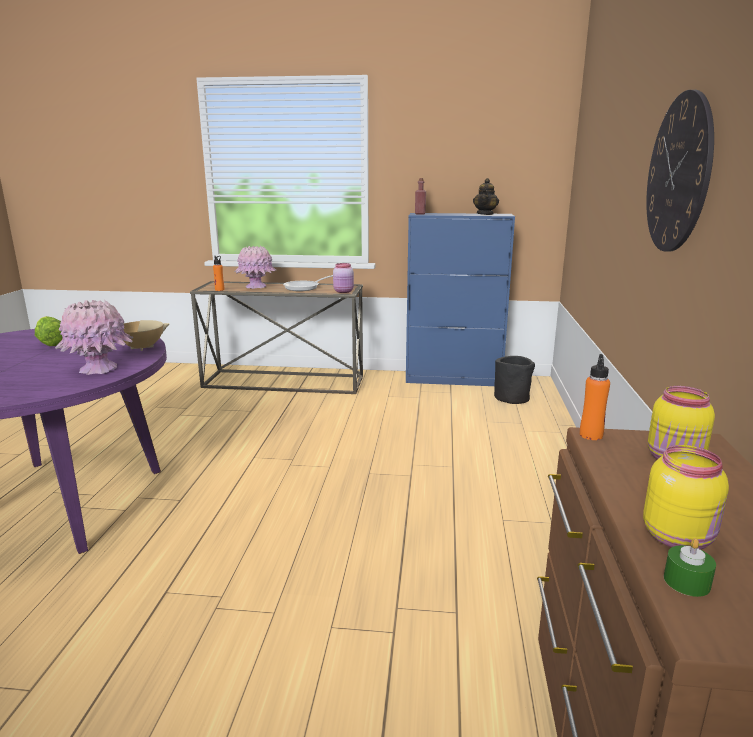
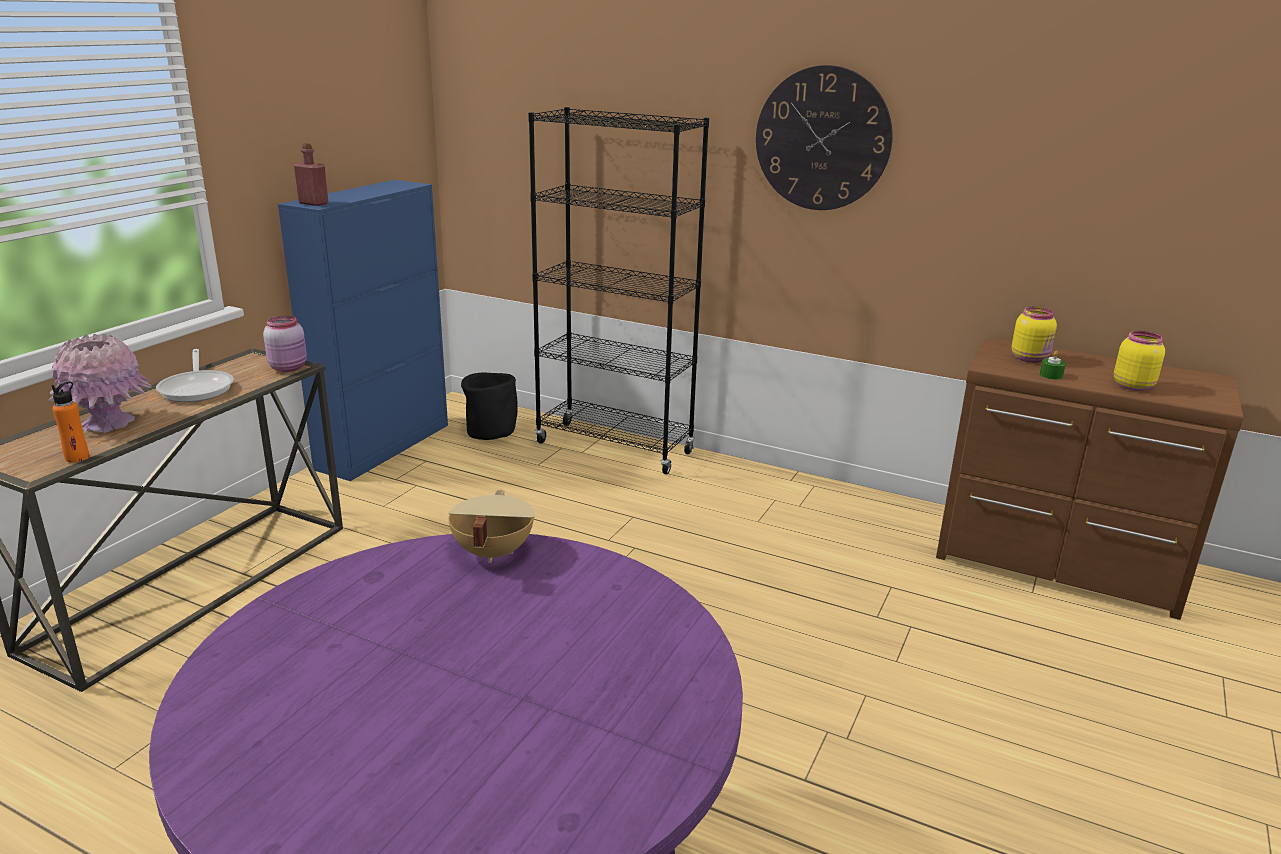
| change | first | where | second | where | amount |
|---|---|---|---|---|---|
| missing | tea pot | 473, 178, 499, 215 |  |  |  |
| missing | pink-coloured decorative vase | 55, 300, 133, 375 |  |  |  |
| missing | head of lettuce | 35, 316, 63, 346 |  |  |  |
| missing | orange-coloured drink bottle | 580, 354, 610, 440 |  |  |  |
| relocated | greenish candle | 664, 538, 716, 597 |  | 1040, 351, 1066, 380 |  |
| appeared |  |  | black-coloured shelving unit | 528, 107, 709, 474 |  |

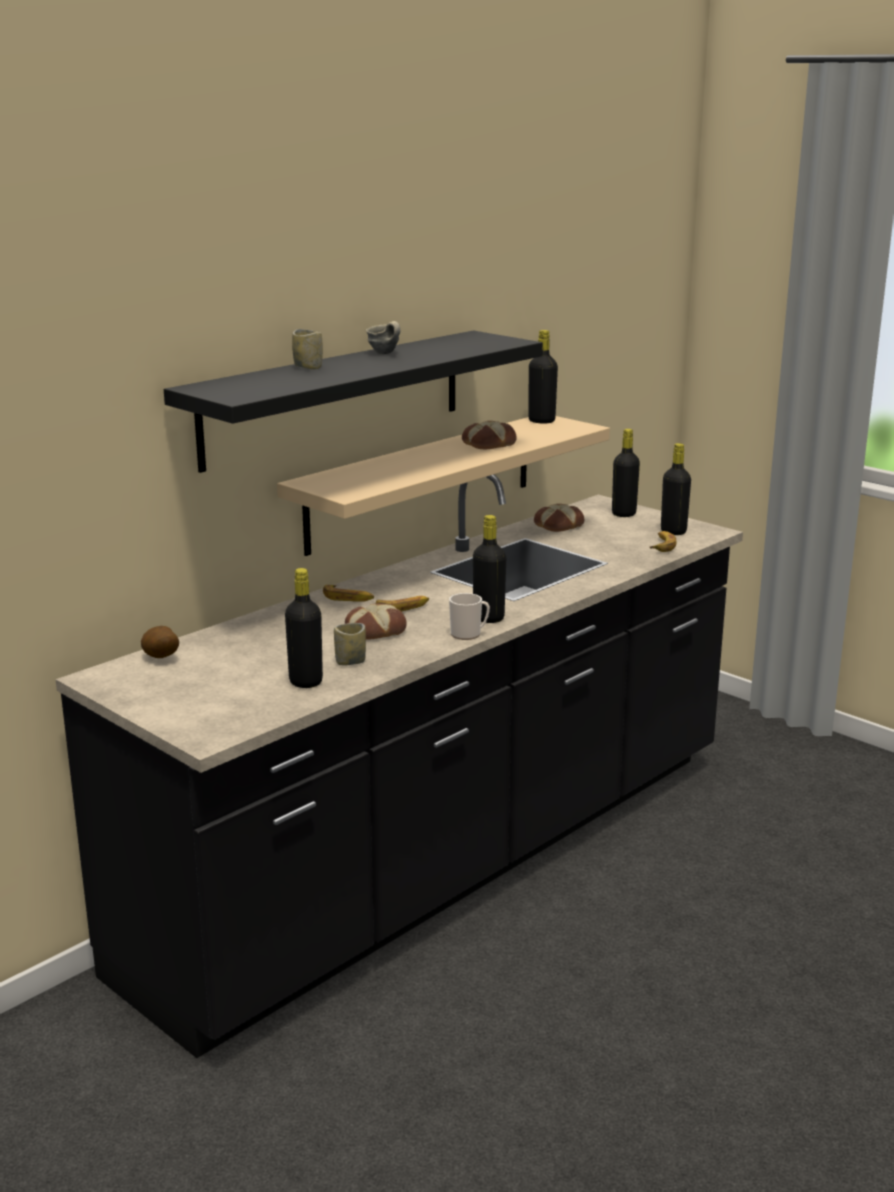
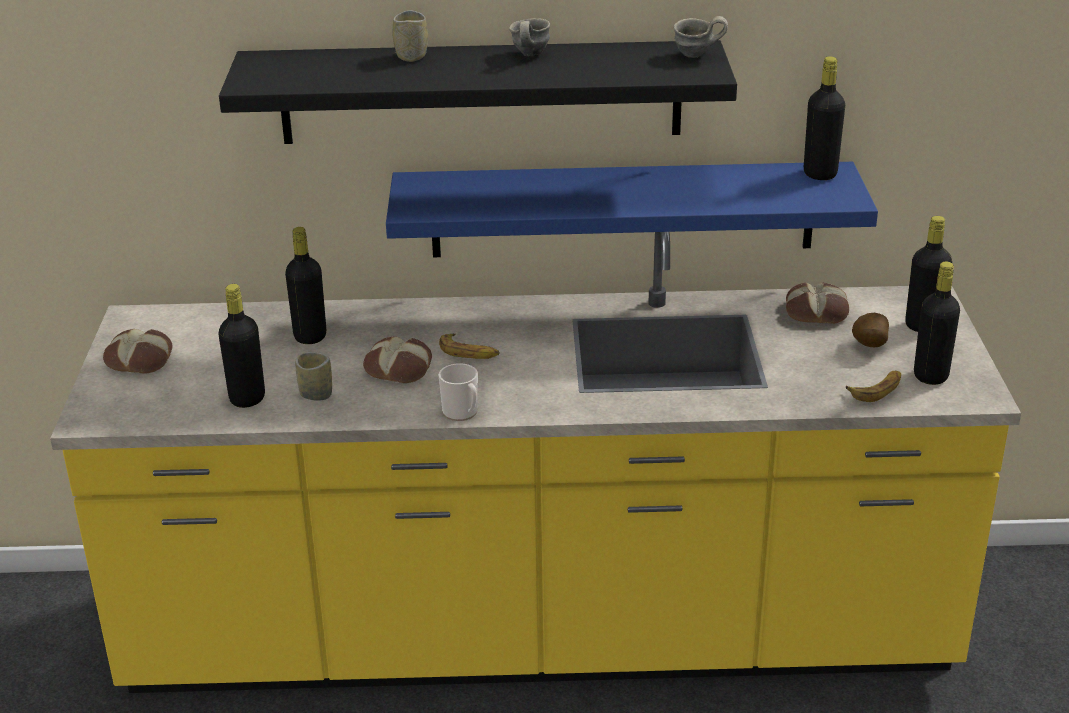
| change | first | where | second | where | amount |
|---|---|---|---|---|---|
| colour | sand-coloured wall shelf | 277, 416, 610, 556 | blue-coloured wall shelf | 386, 162, 878, 257 |  |
| relocated | baked bread | 462, 421, 517, 450 |  | 103, 329, 173, 374 |  |
| colour | black-coloured kitchen counter | 56, 475, 743, 1058 | yellow kitchen counter | 50, 232, 1021, 693 |  |
| relocated | black-coloured drink bottle | 473, 515, 506, 623 |  | 285, 227, 326, 344 |  |
| missing | whole banana | 323, 585, 374, 602 |  |  |  |
| relocated | spud | 141, 626, 179, 658 |  | 852, 313, 889, 347 |  |
| appeared |  |  | gray coffee mug | 673, 16, 728, 58 |  |

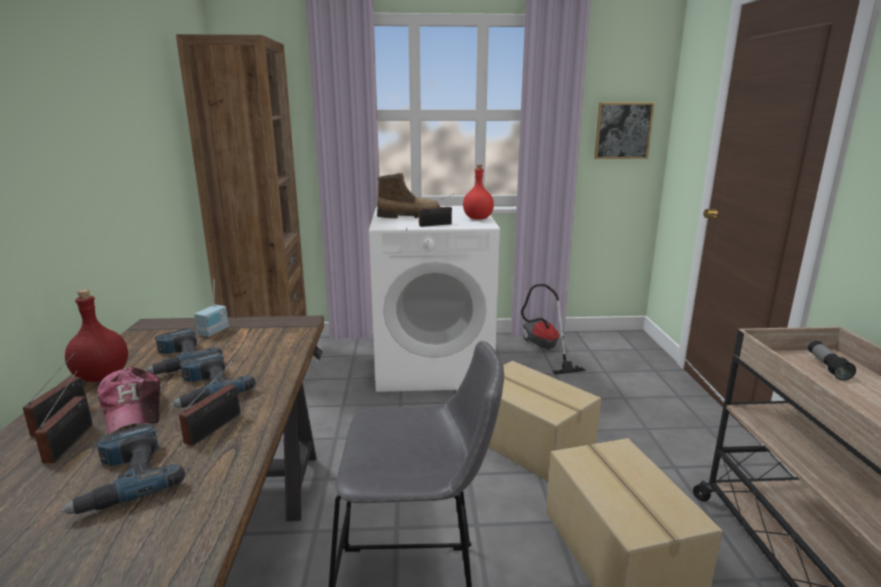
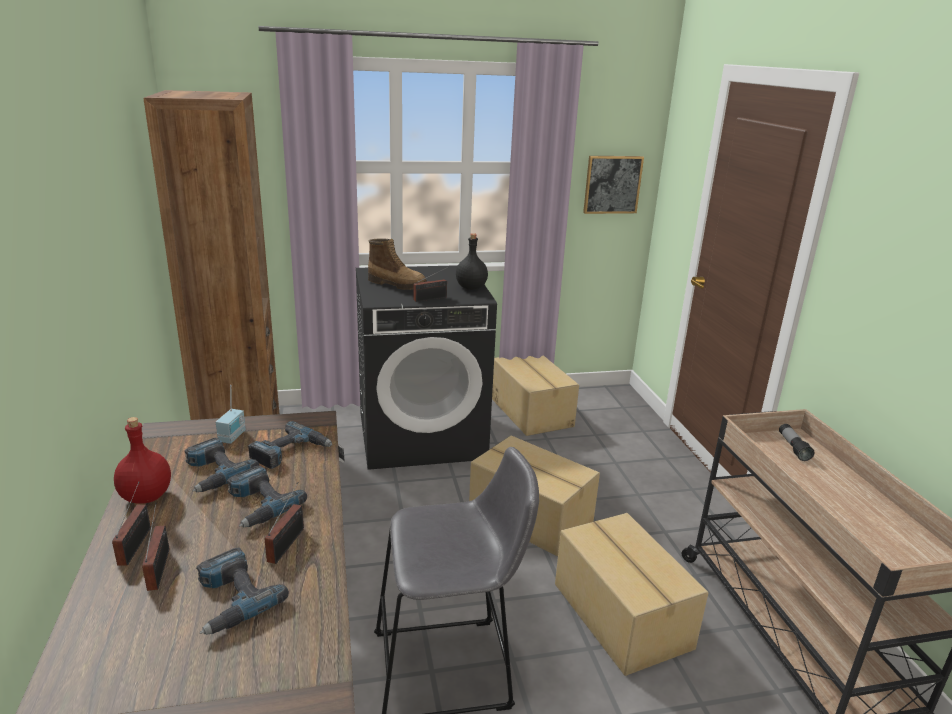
| change | first | where | second | where | amount |
|---|---|---|---|---|---|
| colour | red drink bottle | 463, 165, 494, 220 | black-coloured drink bottle | 456, 233, 488, 290 |  |
| spun | tall boot | 377, 173, 440, 218 |  | 368, 239, 427, 290 | 45 degrees clockwise |
| colour | white laundry appliance | 369, 206, 500, 392 | black-coloured laundry appliance | 356, 265, 497, 470 |  |
| exchanged | hoover | 521, 284, 586, 375 | cardboard box | 492, 355, 579, 436 |  |
| missing | peaked cap | 97, 367, 160, 434 |  |  |  |
| appeared |  |  | drill | 248, 421, 333, 469 |  |

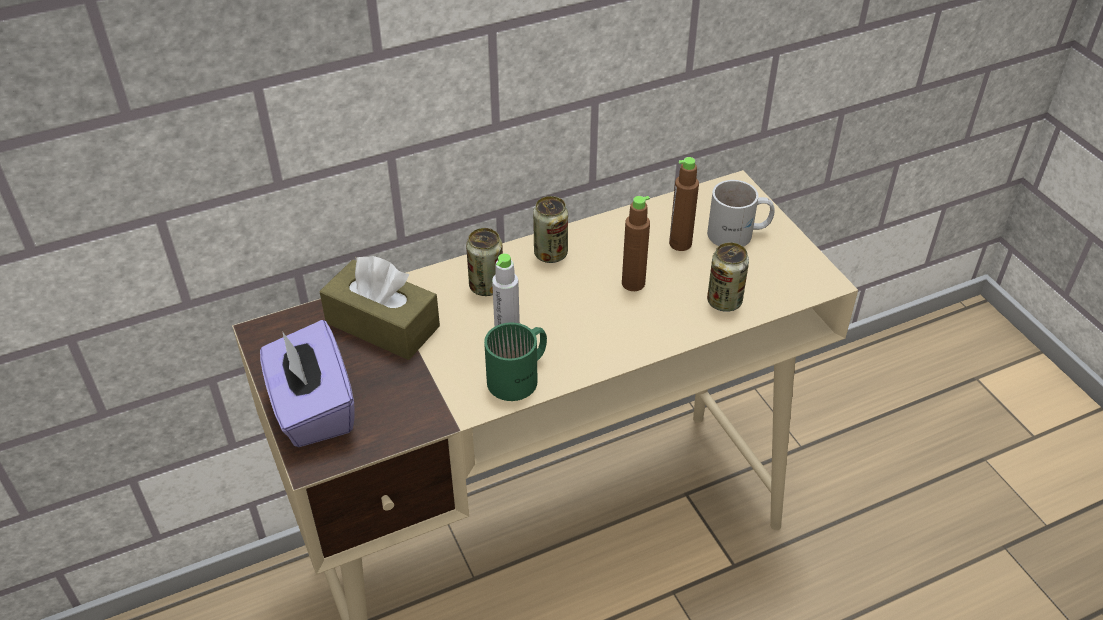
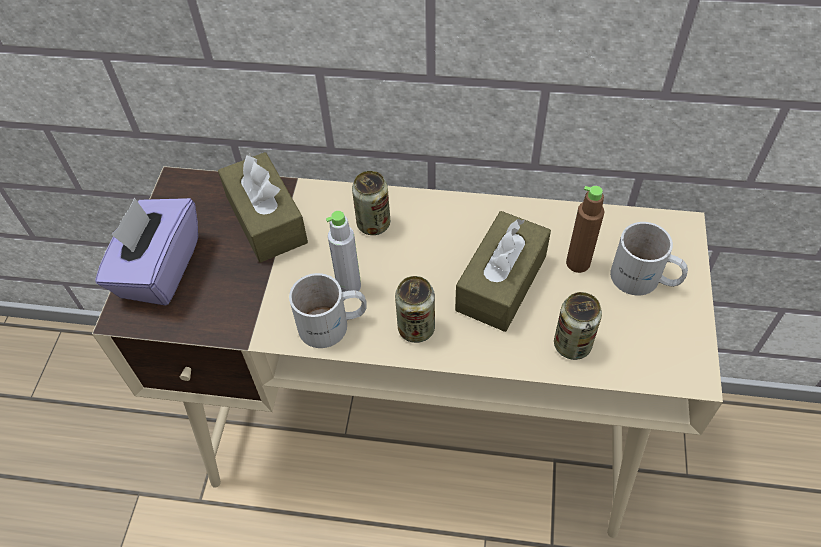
| change | first | where | second | where | amount |
|---|---|---|---|---|---|
| relocated | sealed can | 533, 196, 568, 263 |  | 395, 276, 435, 343 |  |
| exchanged | brown-coloured drink bottle | 622, 196, 650, 291 | brown-coloured box of tissues | 455, 211, 551, 332 |  |
| colour | greenish coffee mug | 484, 322, 547, 401 | white coffee mug | 289, 273, 367, 348 |  |

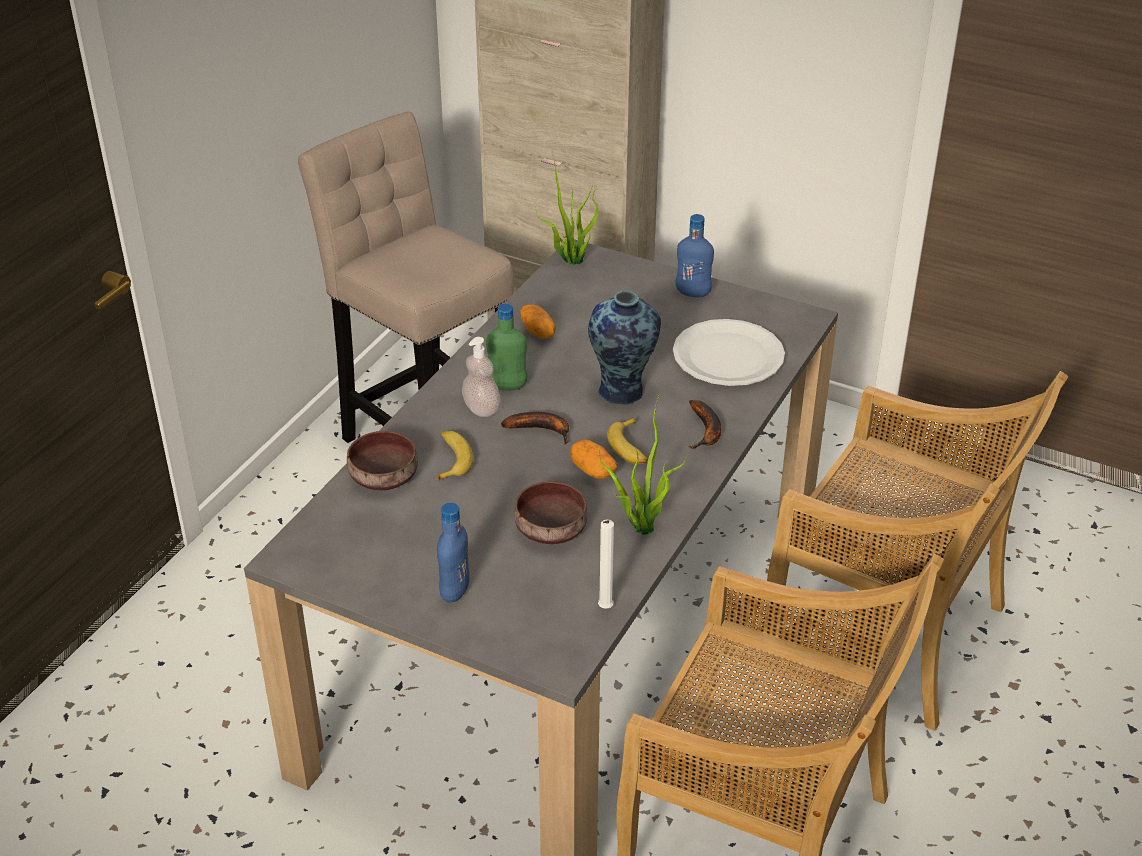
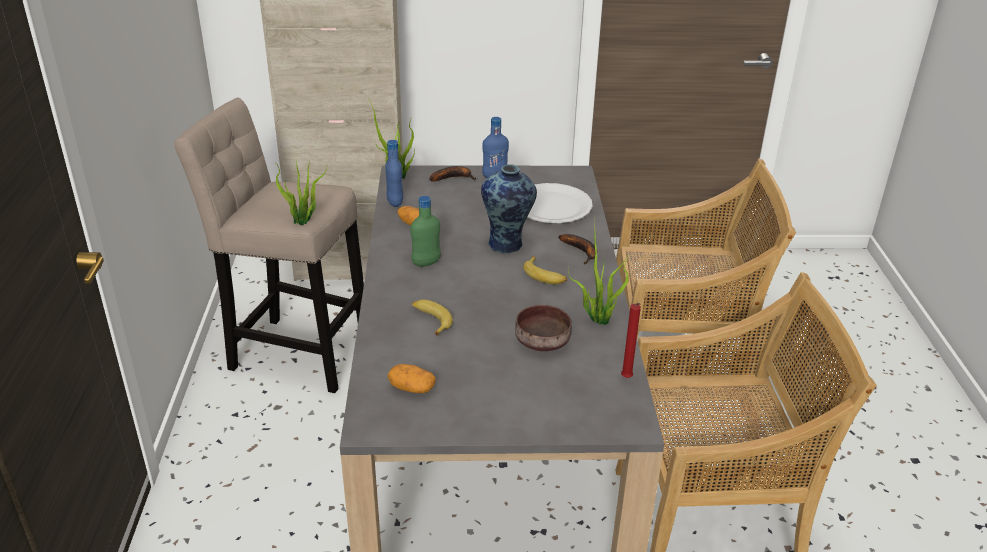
| change | first | where | second | where | amount |
|---|---|---|---|---|---|
| missing | soap bottle | 462, 337, 501, 417 |  |  |  |
| relocated | whole banana | 501, 412, 569, 444 |  | 429, 166, 476, 182 |  |
| missing | brown-coloured deep dish | 347, 431, 418, 490 |  |  |  |
| relocated | spud | 570, 440, 617, 479 |  | 387, 364, 436, 393 |  |
| relocated | blue-coloured drink bottle | 437, 503, 470, 603 |  | 385, 140, 403, 207 |  |
| colour | white candle | 598, 520, 614, 609 | red candle | 621, 303, 641, 378 |  |
| appeared |  |  | plant in a pot | 276, 160, 327, 225 |  |

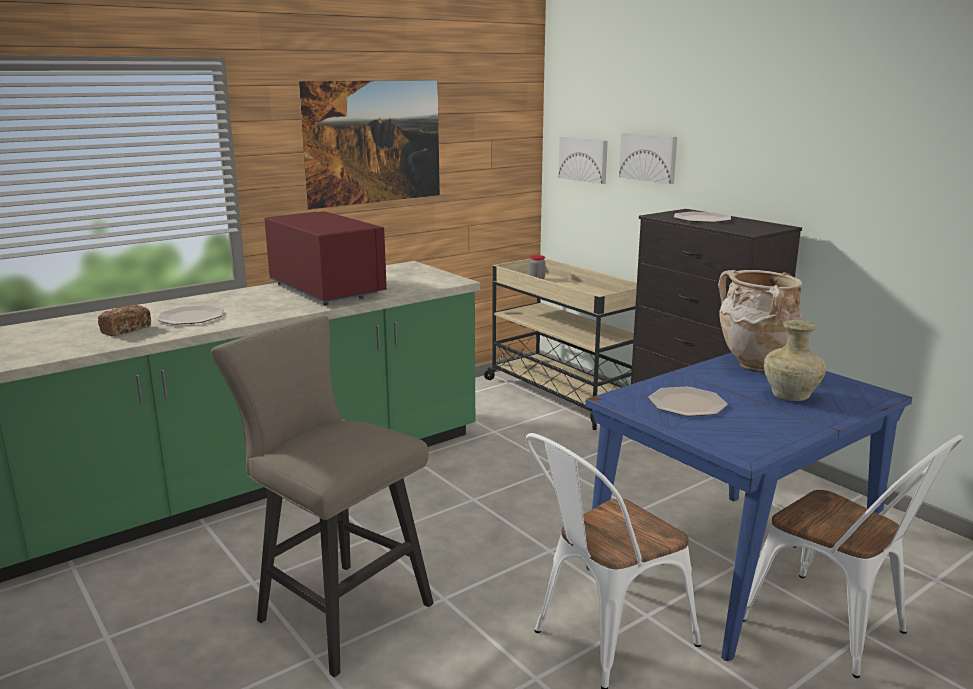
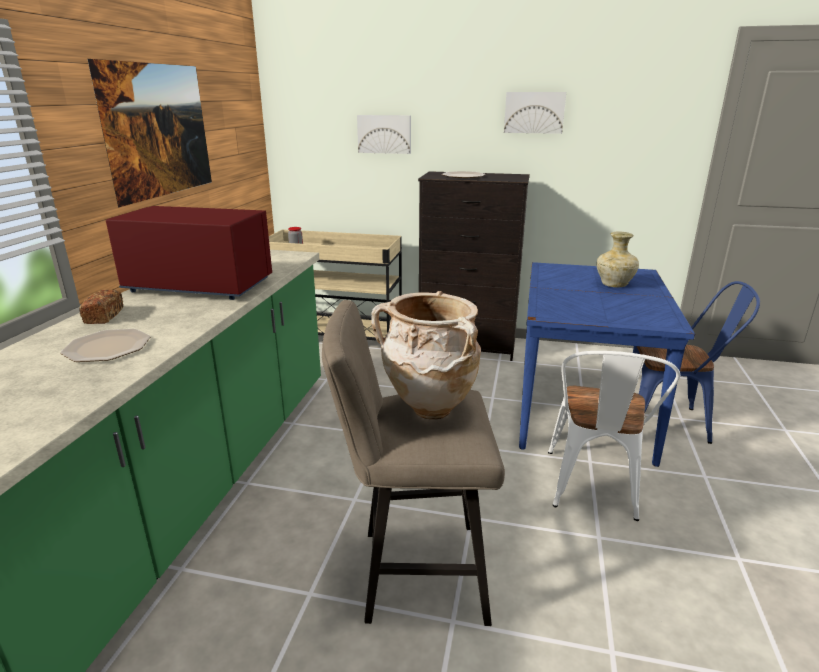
| change | first | where | second | where | amount |
|---|---|---|---|---|---|
| relocated | wall art | 558, 137, 608, 184 |  | 504, 92, 566, 134 |  |
| relocated | sand-coloured decorative vase | 718, 270, 803, 372 |  | 371, 291, 481, 419 |  |
| relocated | baked bread | 98, 305, 151, 336 |  | 79, 290, 123, 324 |  |
| missing | dinner plate | 648, 386, 728, 416 |  |  |  |
| colour | white chair | 743, 435, 964, 678 | blue-coloured chair | 634, 281, 760, 444 |  |

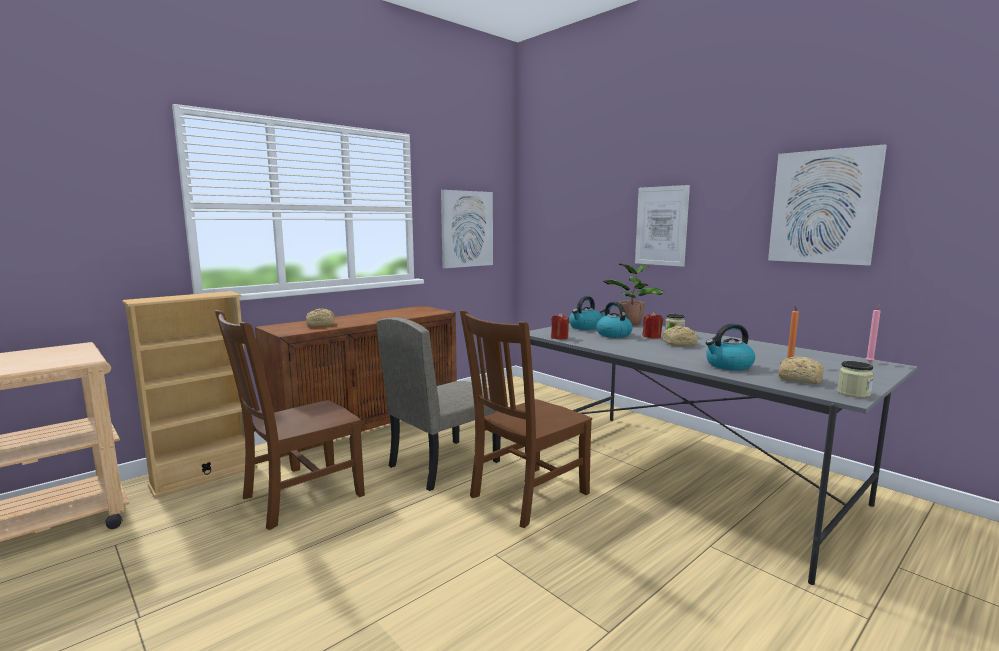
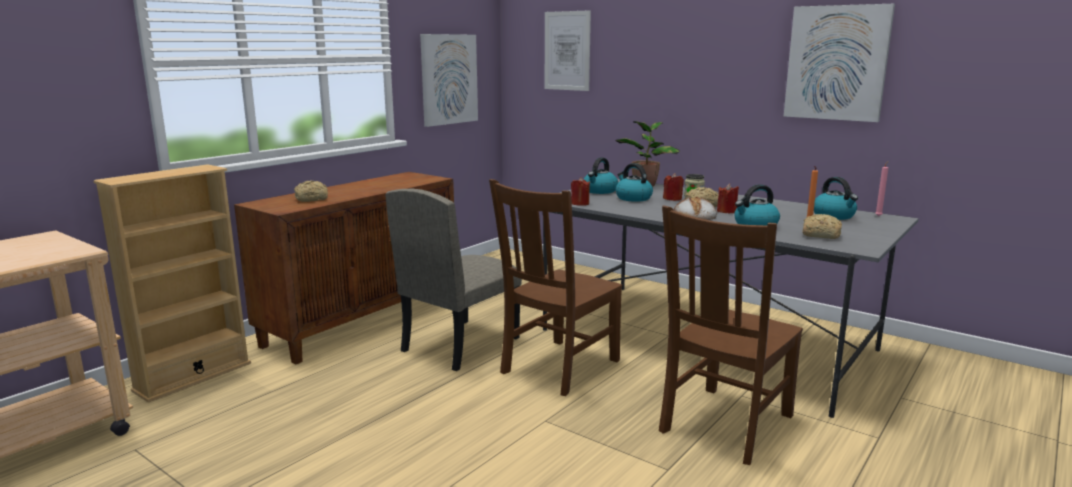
| change | first | where | second | where | amount |
|---|---|---|---|---|---|
| relocated | wall art | 635, 185, 690, 267 |  | 545, 10, 591, 91 |  |
| relocated | brown-coloured chair | 215, 310, 365, 530 |  | 659, 206, 803, 465 |  |
| missing | storage jar | 837, 361, 874, 398 |  |  |  |
| appeared |  |  | water kettle | 814, 177, 858, 220 |  |
| appeared |  |  | red candle | 717, 183, 739, 213 |  |
| appeared |  |  | baked bread | 674, 197, 717, 220 |  |

